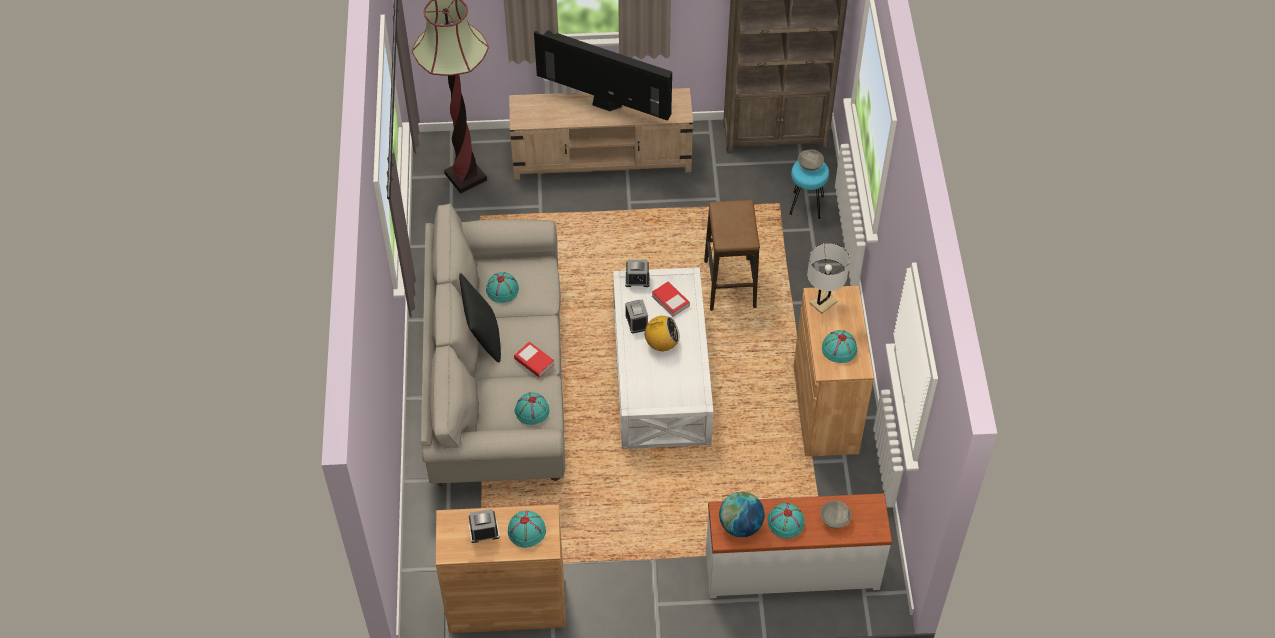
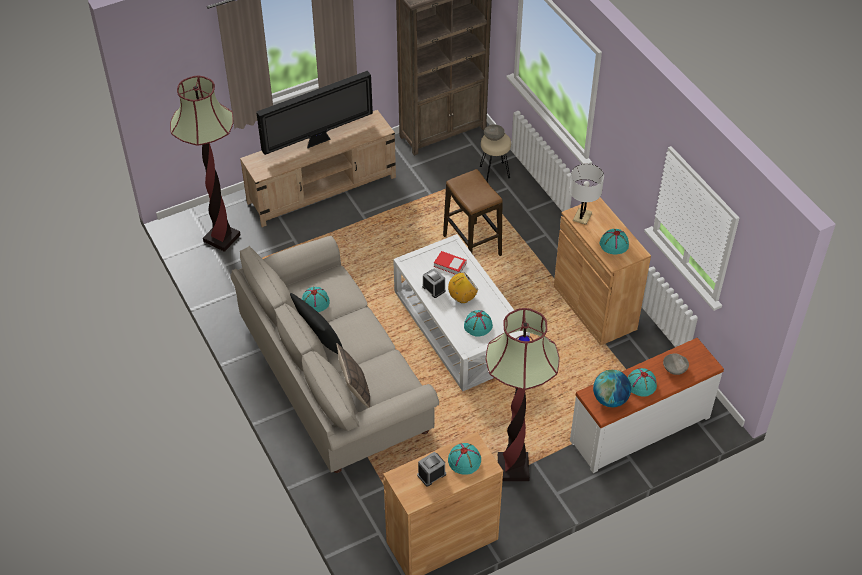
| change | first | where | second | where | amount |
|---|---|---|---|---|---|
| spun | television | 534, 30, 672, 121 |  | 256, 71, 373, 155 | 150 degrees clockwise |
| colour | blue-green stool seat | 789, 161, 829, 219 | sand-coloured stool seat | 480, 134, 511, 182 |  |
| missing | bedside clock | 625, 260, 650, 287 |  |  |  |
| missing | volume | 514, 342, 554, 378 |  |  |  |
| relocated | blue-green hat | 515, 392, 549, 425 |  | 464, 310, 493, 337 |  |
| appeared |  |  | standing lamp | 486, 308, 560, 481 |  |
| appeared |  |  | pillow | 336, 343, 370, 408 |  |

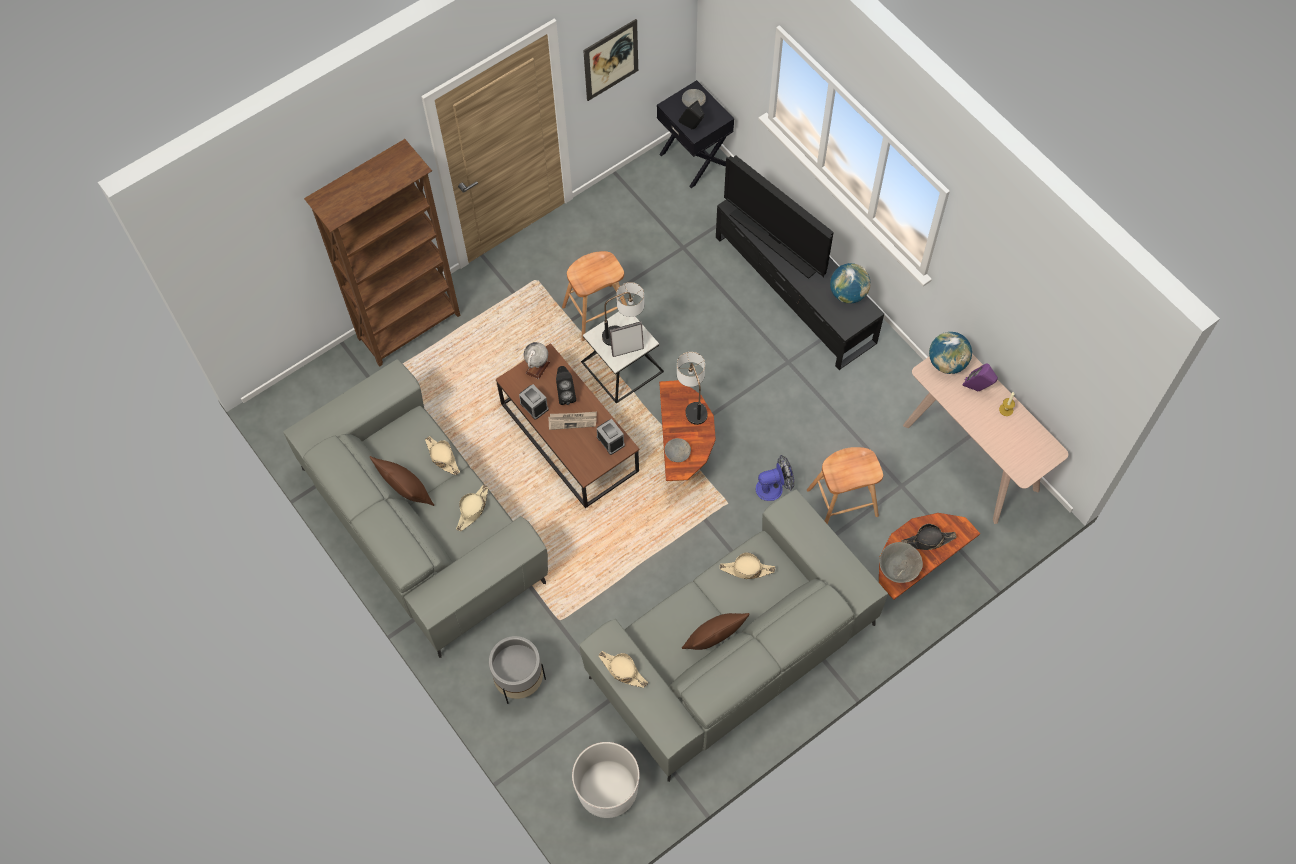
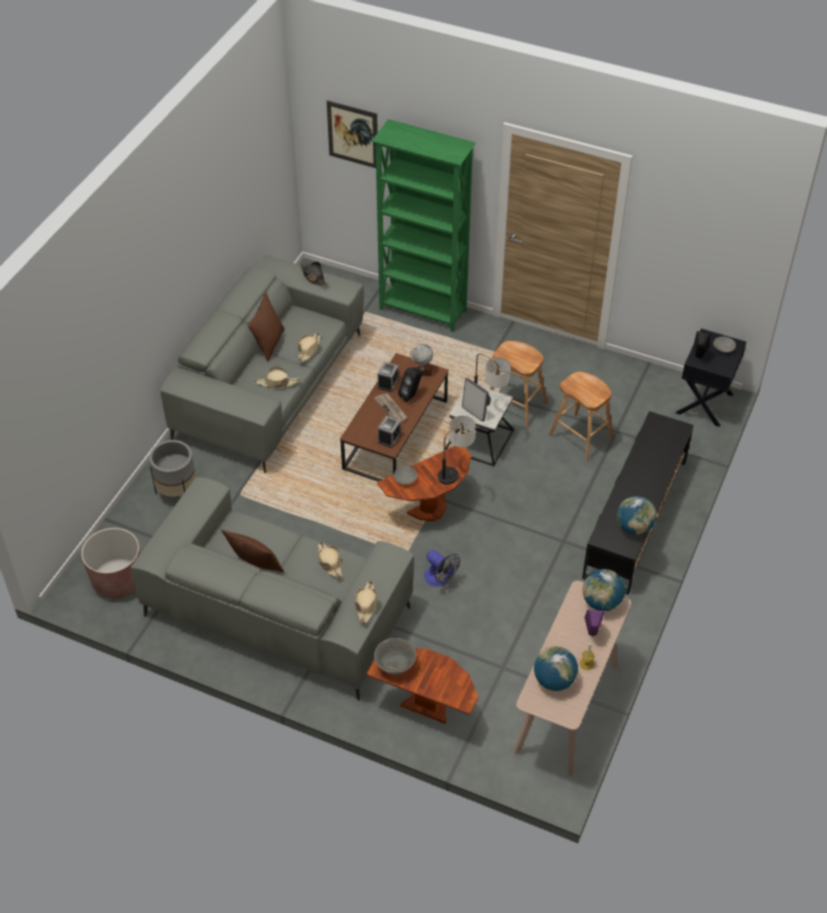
| change | first | where | second | where | amount |
|---|---|---|---|---|---|
| relocated | wall art | 583, 19, 638, 101 |  | 327, 100, 378, 168 |  |
| colour | brown-coloured shelving unit | 304, 139, 460, 367 | greenish shelving unit | 372, 119, 476, 332 |  |
| missing | television | 724, 155, 834, 279 |  |  |  |
| relocated | brown-coloured stool seat | 807, 447, 883, 524 |  | 549, 372, 614, 462 |  |
| relocated | black-coloured hat | 901, 524, 957, 550 |  | 300, 261, 328, 286 |  |
| relocated | sand-coloured hat | 598, 651, 648, 688 |  | 355, 581, 377, 624 |  |
| colour | white plant pot | 572, 742, 640, 818 | brown-coloured plant pot | 81, 528, 140, 599 |  |
| appeared |  |  | world globe | 534, 646, 578, 691 |  |

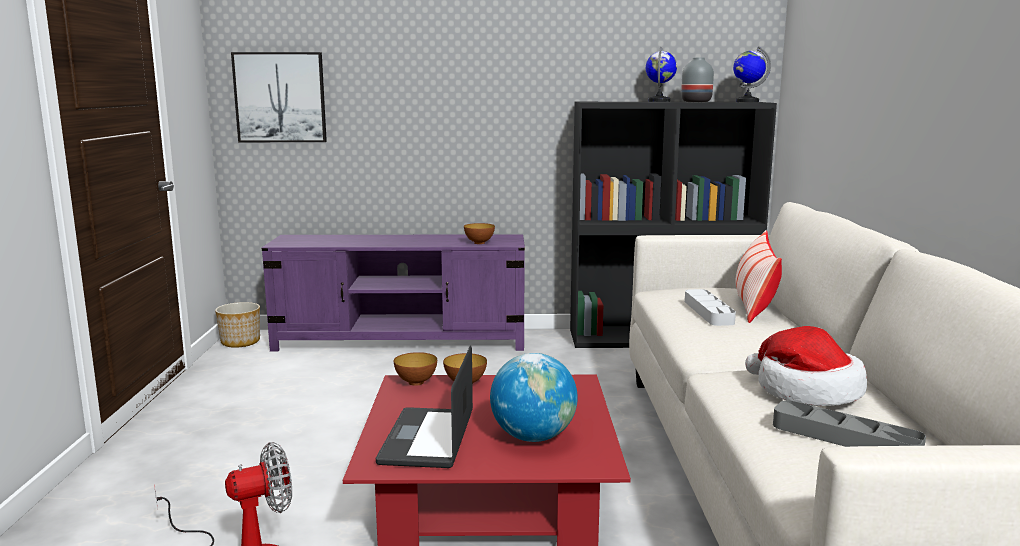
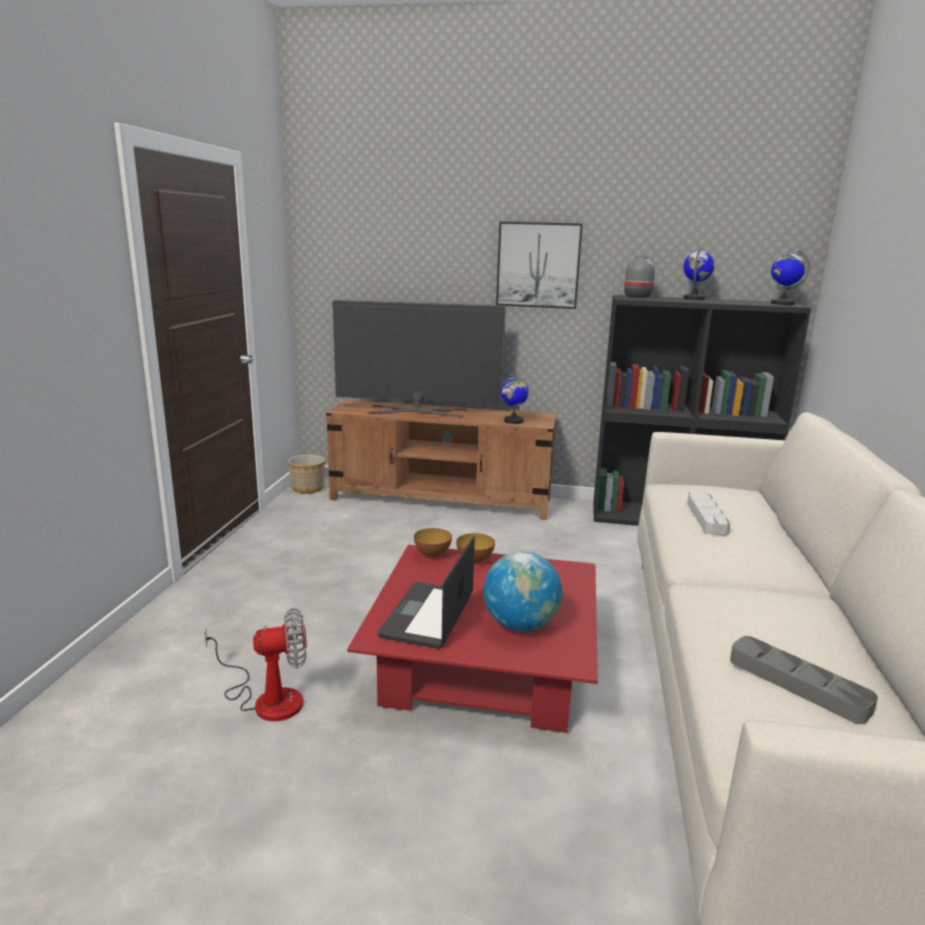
| change | first | where | second | where | amount |
|---|---|---|---|---|---|
| relocated | wall art | 231, 52, 327, 142 |  | 496, 222, 583, 309 |  |
| relocated | gray decorative vase | 681, 58, 714, 102 |  | 624, 256, 655, 298 |  |
| exchanged | deep dish | 464, 223, 495, 244 | world globe | 501, 374, 529, 424 |  |
| missing | pillow | 735, 230, 782, 323 |  |  |  |
| colour | purple-coloured tv stand | 262, 234, 525, 351 | brown-coloured tv stand | 326, 399, 556, 520 |  |
| missing | hat | 745, 326, 867, 406 |  |  |  |
| appeared |  |  | television | 332, 300, 506, 418 |  |

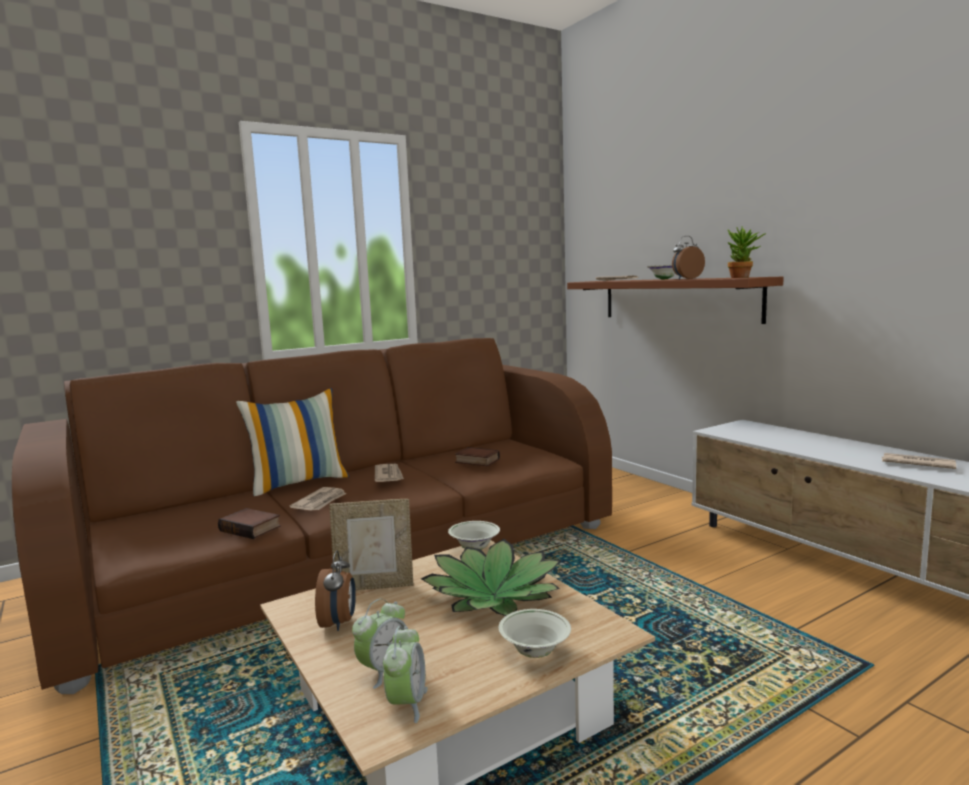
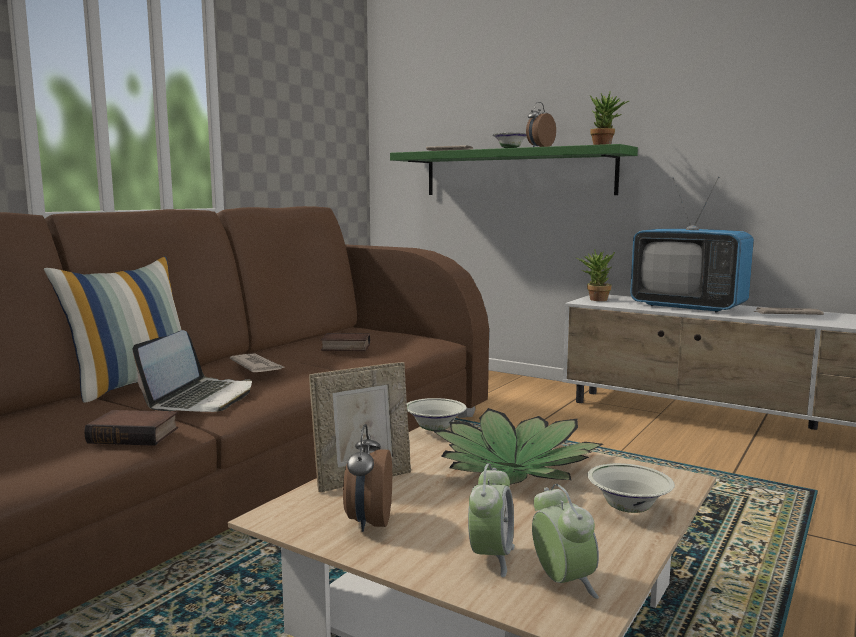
| change | first | where | second | where | amount |
|---|---|---|---|---|---|
| colour | brown-coloured wall shelf | 567, 277, 784, 324 | greenish wall shelf | 390, 144, 638, 195 |  |
| exchanged | printed paper | 290, 487, 346, 511 | laptop | 132, 330, 252, 412 |  |
| spun | bedside clock | 315, 550, 356, 631 |  | 343, 424, 392, 532 | 150 degrees counterclockwise |
| appeared |  |  | television | 630, 177, 754, 313 |  |
| appeared |  |  | plant in a pot | 576, 249, 615, 301 |  |

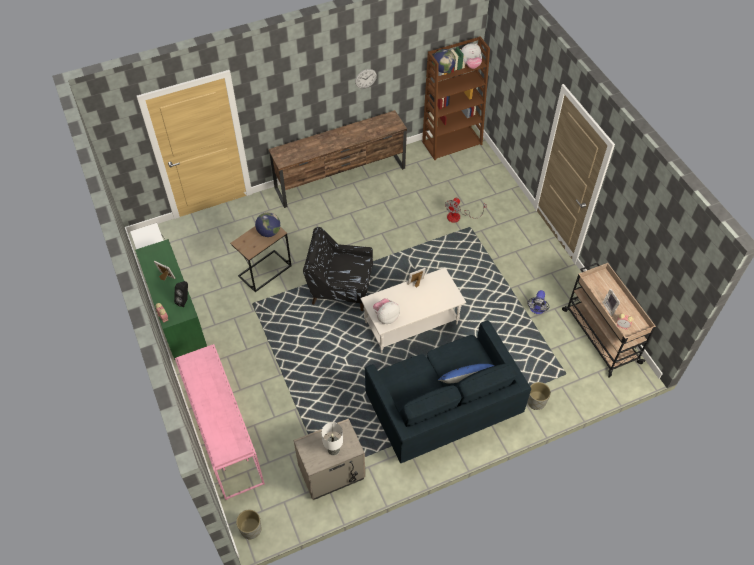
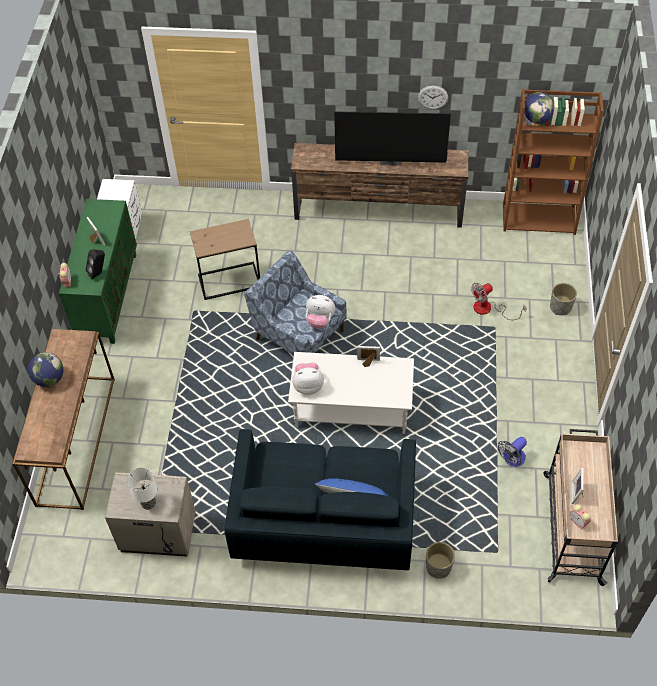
| change | first | where | second | where | amount |
|---|---|---|---|---|---|
| relocated | plush toy | 461, 43, 482, 69 |  | 306, 295, 335, 329 |  |
| relocated | world globe | 255, 212, 280, 237 |  | 28, 352, 64, 387 |  |
| colour | black-coloured lounge chair | 303, 227, 373, 311 | blue-coloured lounge chair | 244, 251, 346, 355 |  |
| colour | pink-coloured hall table | 175, 344, 265, 500 | brown-coloured hall table | 13, 329, 115, 510 |  |
| relocated | gray plant pot | 236, 510, 261, 539 |  | 550, 283, 577, 315 |  |
| appeared |  |  | television | 334, 111, 451, 166 |  |

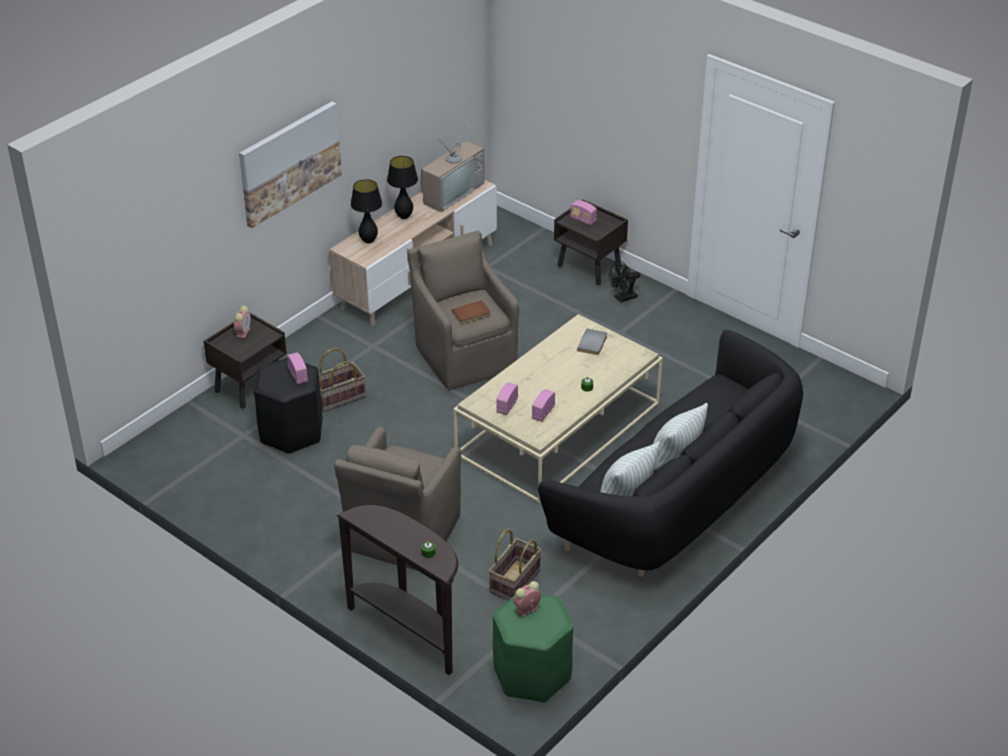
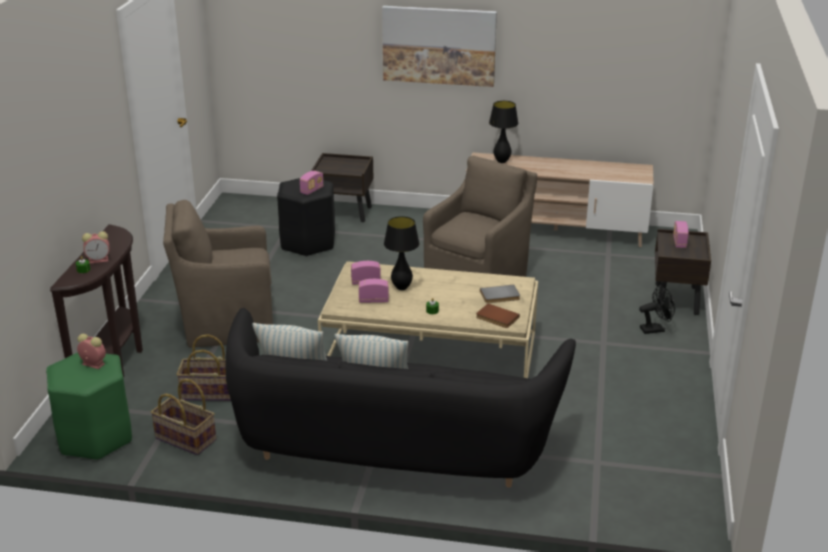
| change | first | where | second | where | amount |
|---|---|---|---|---|---|
| missing | television | 421, 119, 485, 212 |  |  |  |
| relocated | black-coloured tabletop lamp | 387, 156, 418, 219 |  | 384, 216, 419, 290 |  |
| spun | black-coloured electric fan | 609, 260, 641, 303 |  | 639, 285, 675, 334 | 135 degrees clockwise |
| relocated | brown-coloured volume | 452, 300, 490, 324 |  | 476, 304, 520, 328 |  |
| relocated | bedside clock | 234, 306, 251, 338 |  | 82, 231, 109, 264 |  |
| relocated | basket | 319, 348, 366, 412 |  | 151, 379, 216, 455 |  |

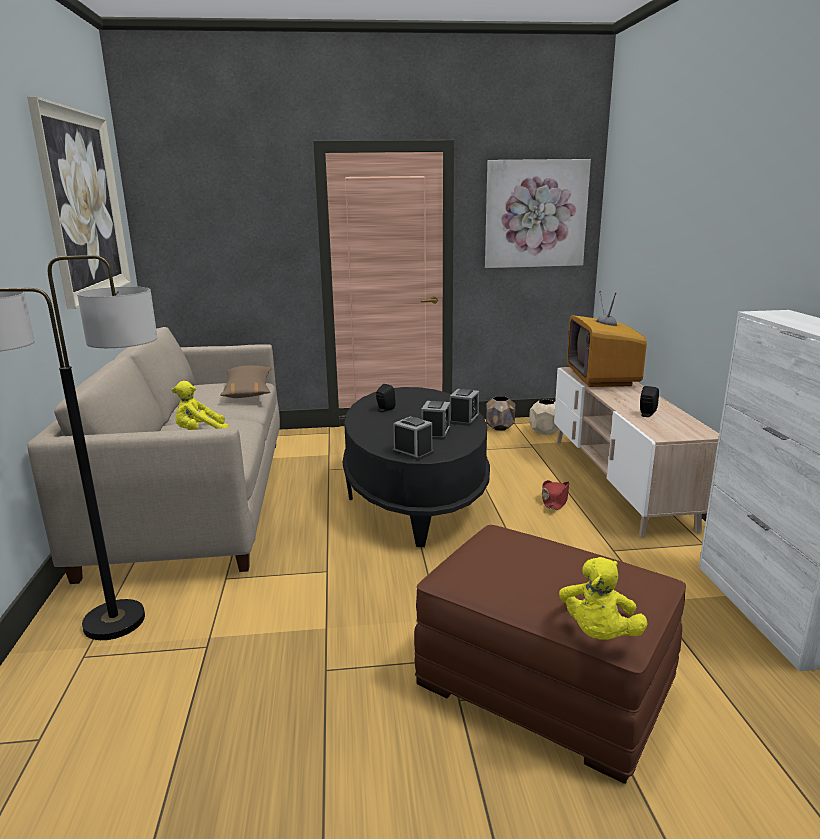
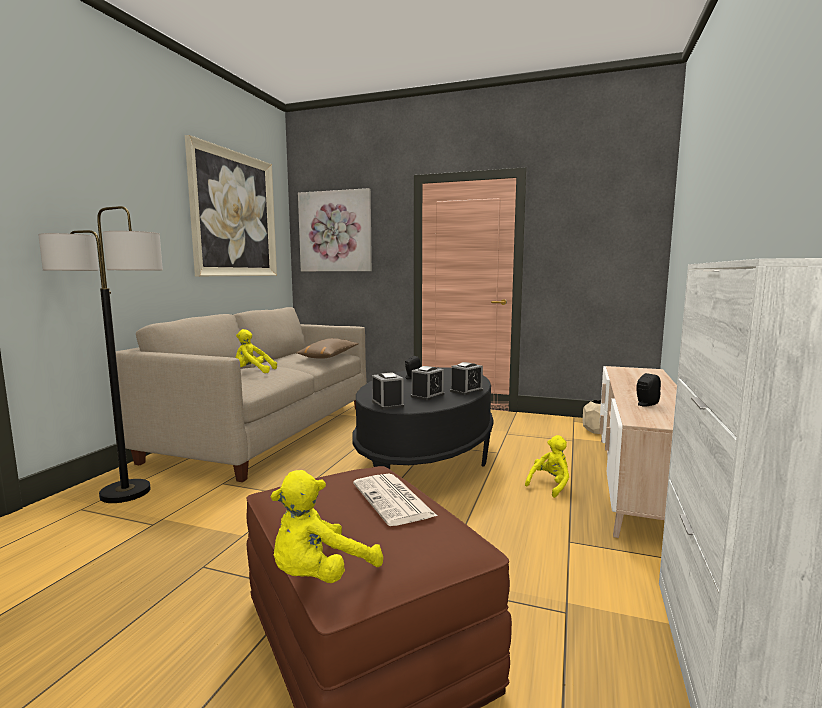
| change | first | where | second | where | amount |
|---|---|---|---|---|---|
| relocated | wall art | 485, 159, 591, 268 |  | 298, 188, 372, 271 |  |
| missing | television | 567, 291, 647, 387 |  |  |  |
| missing | brown-coloured plant pot | 486, 396, 515, 430 |  |  |  |
| exchanged | red hat | 542, 480, 569, 510 | yellow plush toy | 525, 435, 569, 498 |  |
| appeared |  |  | printed paper | 353, 474, 437, 526 |  |

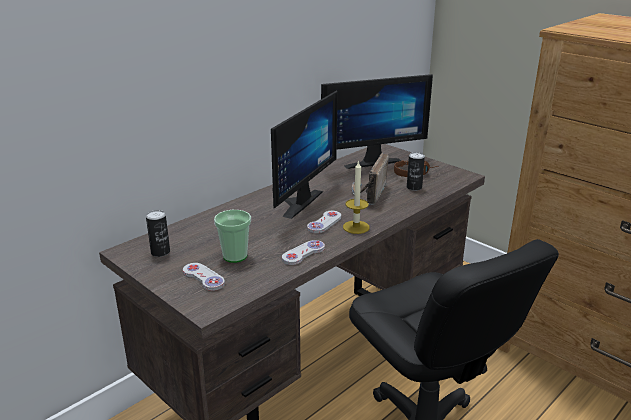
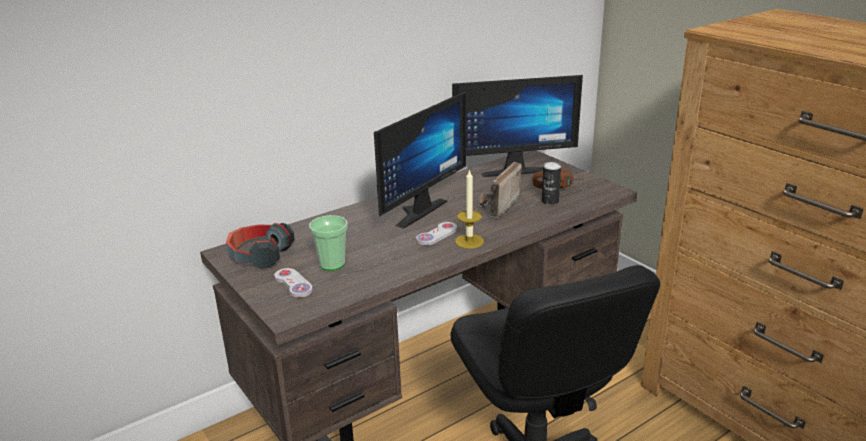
| change | first | where | second | where | amount |
|---|---|---|---|---|---|
| exchanged | sealed can | 146, 210, 170, 257 | pair of headphones | 226, 223, 295, 269 |  |
| missing | white game controller | 282, 240, 325, 265 |  |  |  |

